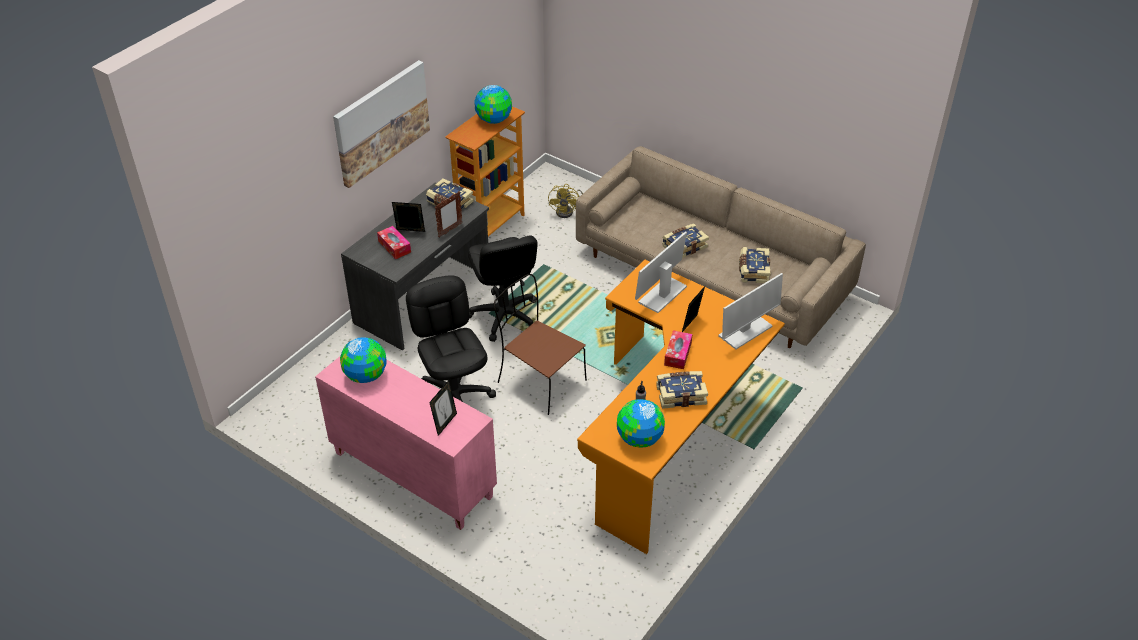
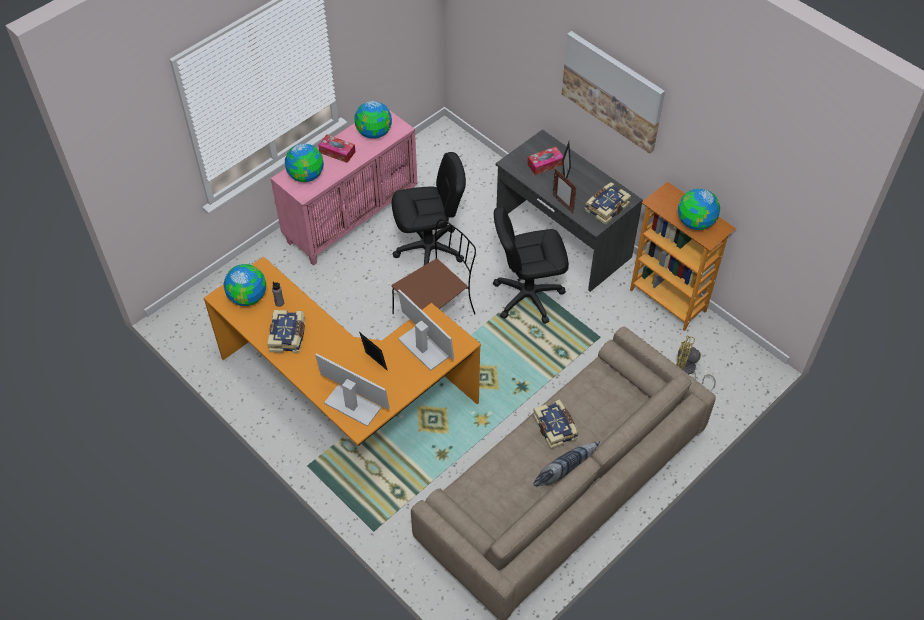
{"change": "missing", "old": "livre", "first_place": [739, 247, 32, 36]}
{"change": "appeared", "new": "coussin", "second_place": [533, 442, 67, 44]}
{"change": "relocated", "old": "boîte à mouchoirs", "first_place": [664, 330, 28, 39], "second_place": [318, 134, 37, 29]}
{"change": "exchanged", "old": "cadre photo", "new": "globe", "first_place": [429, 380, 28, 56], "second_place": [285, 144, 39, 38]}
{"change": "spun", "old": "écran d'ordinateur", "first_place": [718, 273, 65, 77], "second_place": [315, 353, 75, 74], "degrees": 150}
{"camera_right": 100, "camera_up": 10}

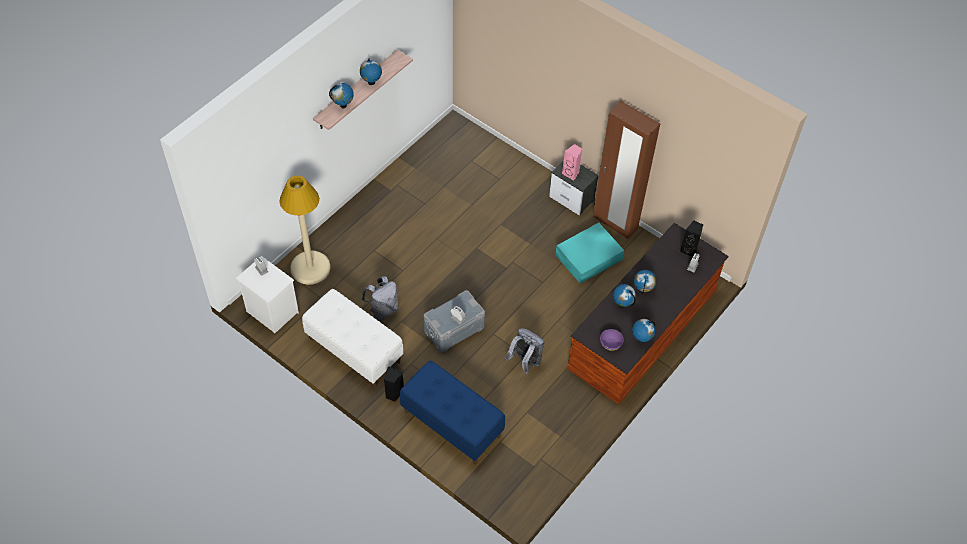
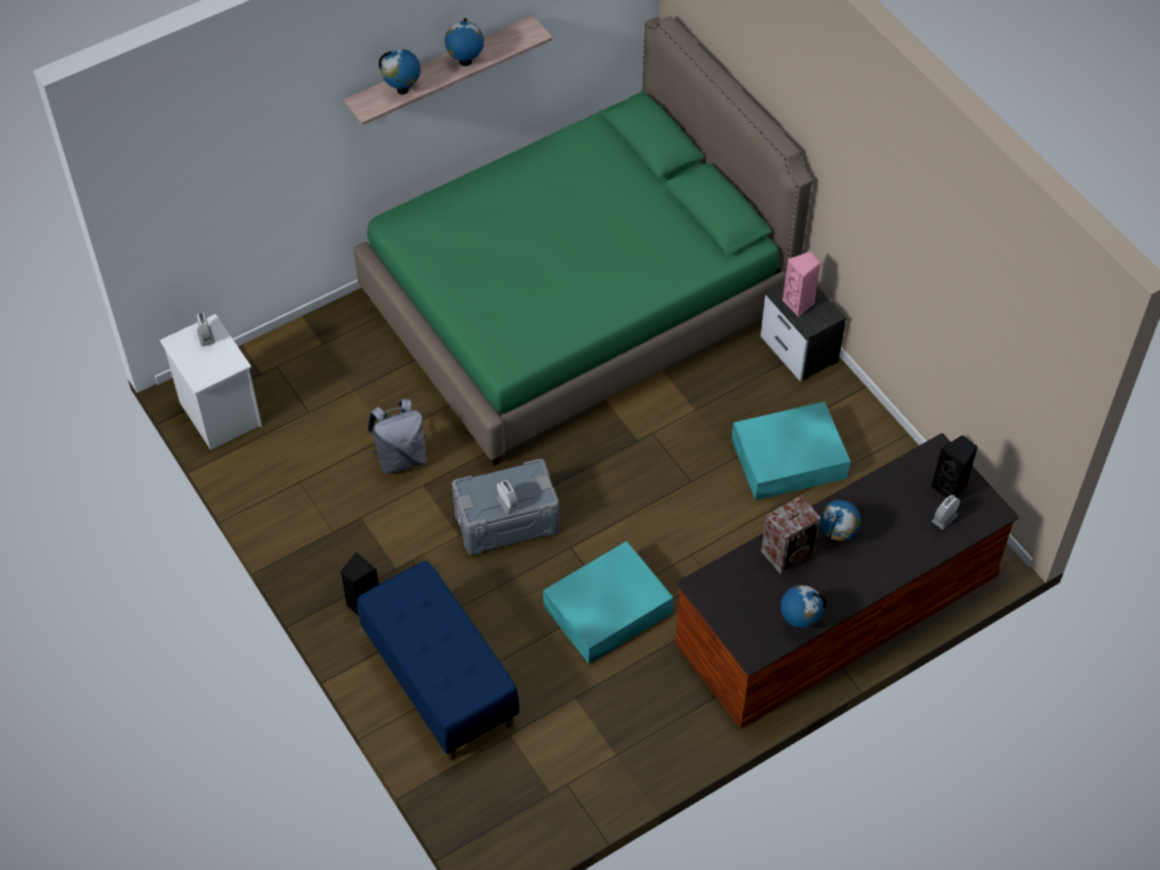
{"change": "missing", "old": "lampadaire [beige]", "first_place": [280, 176, 51, 109]}
{"change": "missing", "old": "banc [blanc]", "first_place": [302, 289, 101, 99]}
{"change": "missing", "old": "armoire [marron]", "first_place": [593, 101, 67, 138]}
{"change": "missing", "old": "bol [violet]", "first_place": [600, 329, 24, 22]}
{"change": "appeared", "new": "lit [vert]", "second_place": [354, 16, 458, 450]}
{"change": "exchanged", "old": "sac à dos [gris]", "new": "boîte de rangement [turquoise]", "first_place": [505, 328, 40, 47], "second_place": [543, 541, 130, 123]}
{"change": "exchanged", "old": "globe", "new": "enceinte", "first_place": [613, 284, 23, 24], "second_place": [761, 495, 60, 79]}
{"camera_right": 20, "camera_up": 0}

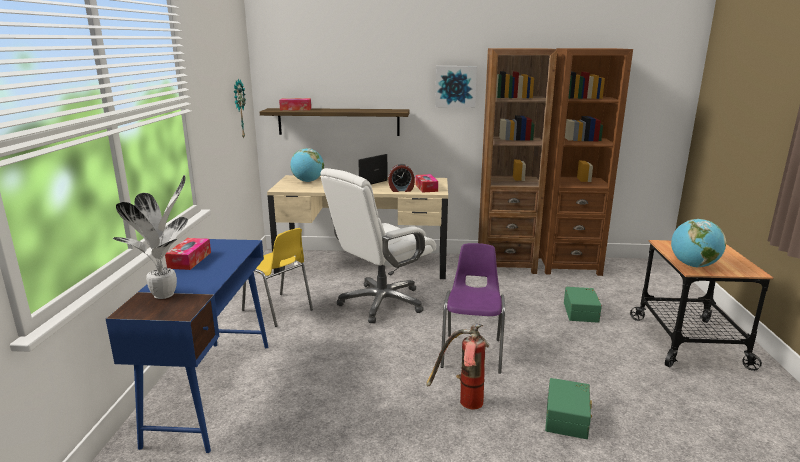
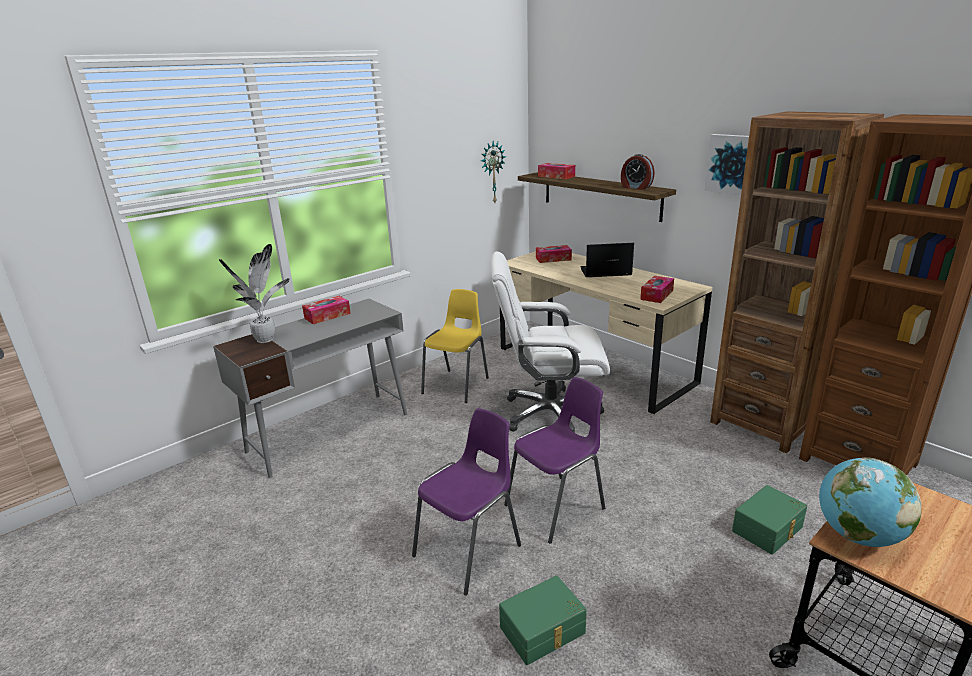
{"change": "relocated", "old": "réveil", "first_place": [388, 164, 27, 28], "second_place": [621, 154, 34, 36]}
{"change": "exchanged", "old": "globe", "new": "boîte à mouchoirs", "first_place": [290, 148, 34, 34], "second_place": [536, 245, 36, 18]}
{"change": "exchanged", "old": "extincteur", "new": "chaise [violet]", "first_place": [426, 324, 63, 86], "second_place": [412, 408, 109, 188]}
{"change": "colour", "old": "bureau [bleu]", "new": "bureau [gris]", "first_place": [106, 239, 162, 214], "second_place": [213, 299, 194, 179]}
{"change": "spun", "old": "chaise [jaune]", "first_place": [242, 228, 71, 99], "second_place": [421, 289, 68, 114], "degrees": -150}
{"camera_right": 45, "camera_up": 5}

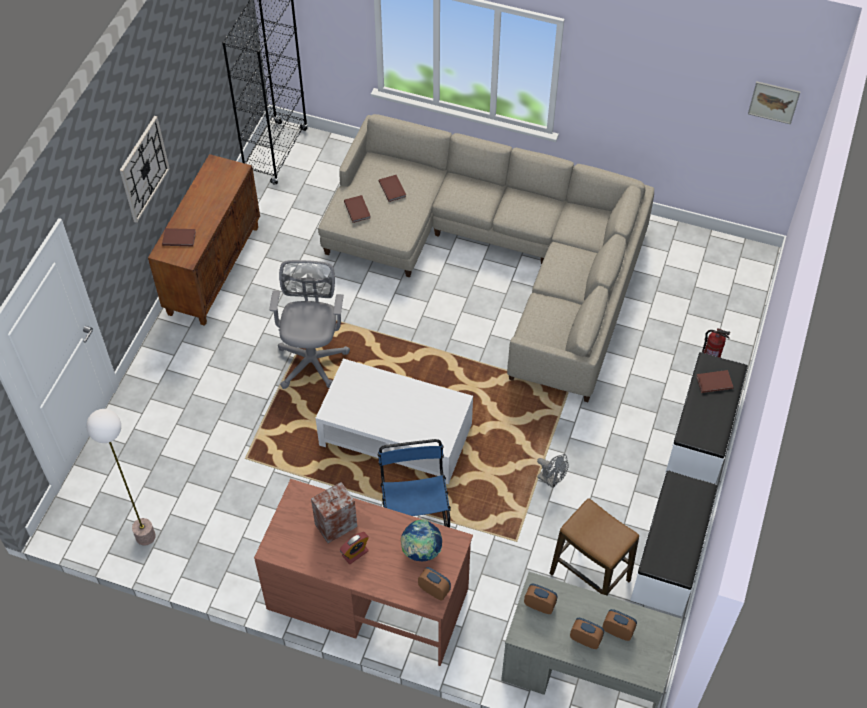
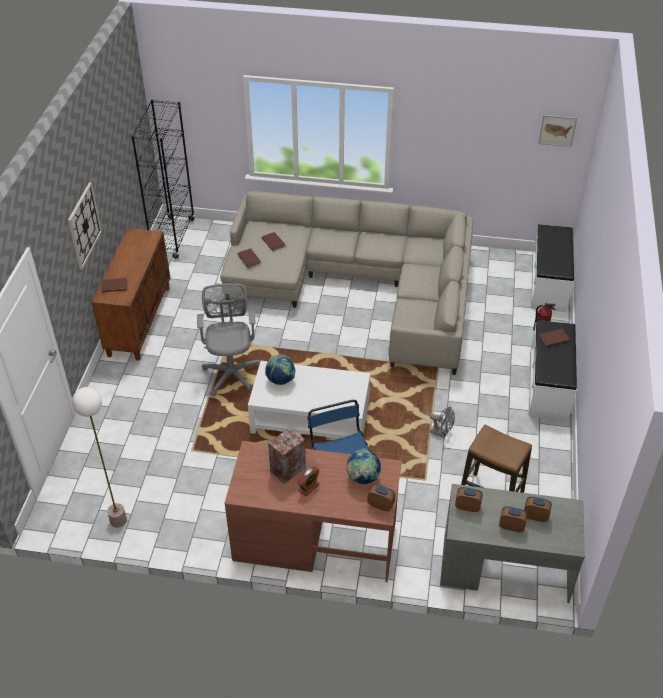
{"change": "appeared", "new": "globe", "second_place": [265, 355, 30, 30]}
{"change": "relocated", "old": "banc [blanc]", "first_place": [630, 470, 88, 146], "second_place": [531, 224, 43, 88]}
{"camera_right": -10, "camera_up": -10}

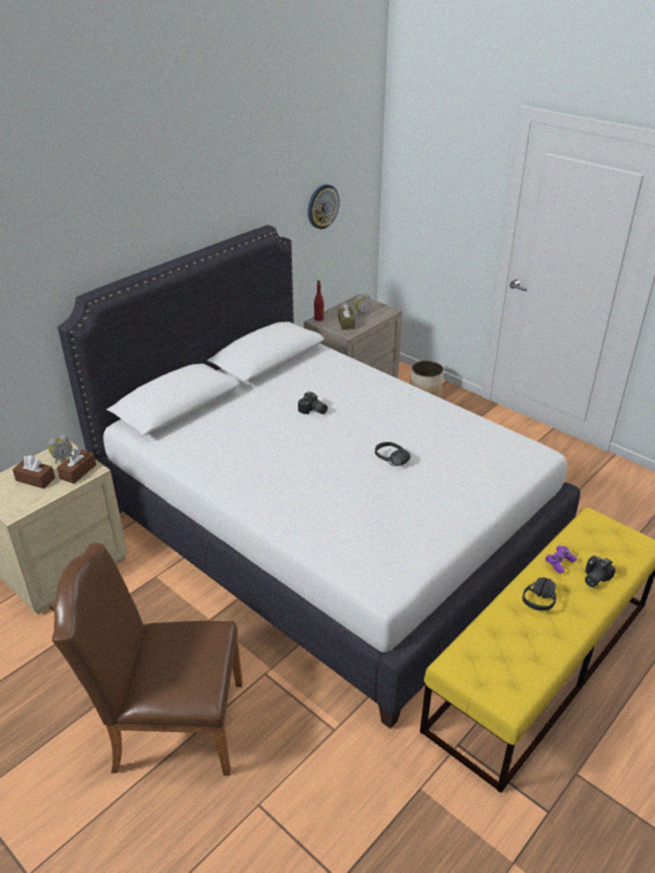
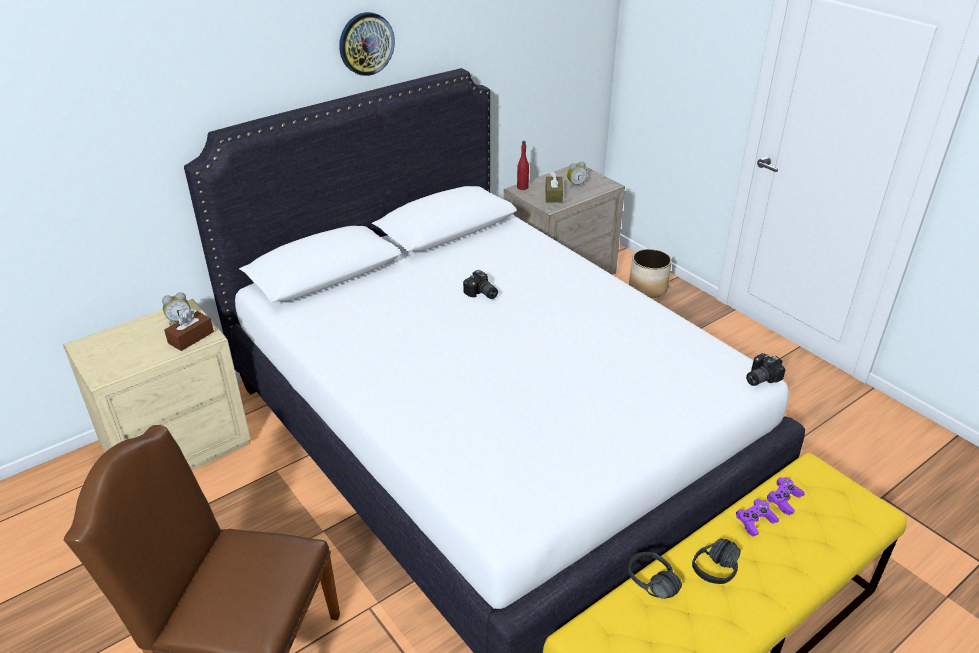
{"change": "missing", "old": "boîte à mouchoirs [marron]", "first_place": [12, 455, 43, 34]}
{"change": "appeared", "new": "manette [violet]", "second_place": [767, 477, 38, 38]}
{"change": "relocated", "old": "horloge murale", "first_place": [308, 184, 32, 45], "second_place": [339, 12, 56, 64]}
{"change": "relocated", "old": "casque audio [noir]", "first_place": [375, 442, 35, 24], "second_place": [628, 552, 54, 47]}
{"change": "relocated", "old": "appareil photo", "first_place": [585, 556, 31, 31], "second_place": [746, 353, 39, 33]}
{"camera_right": 10, "camera_up": 0}

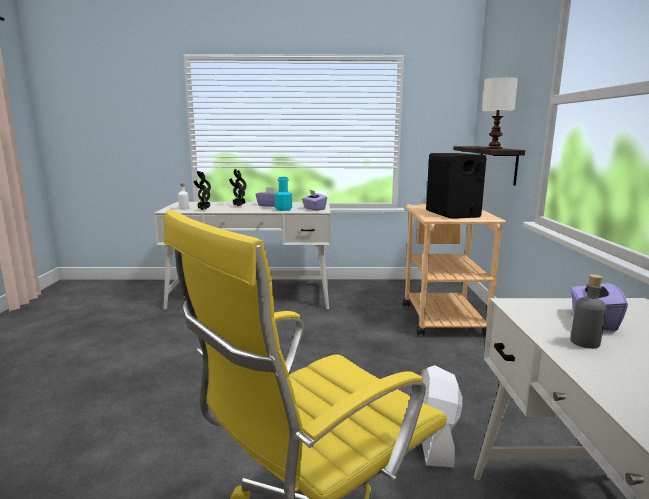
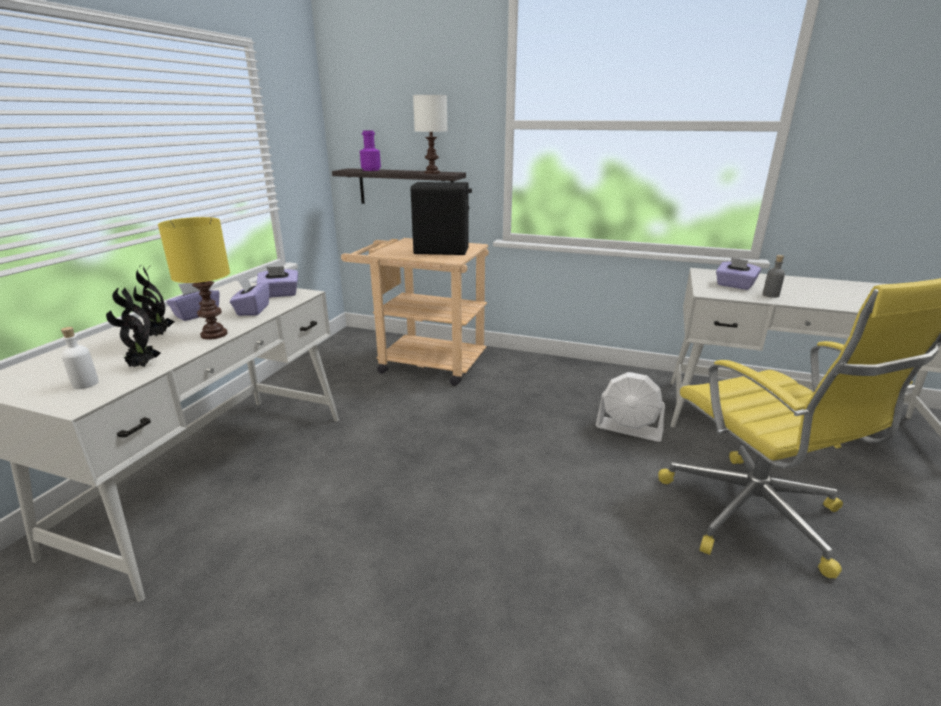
{"change": "appeared", "new": "lampe de table [jaune]", "second_place": [158, 217, 72, 123]}
{"change": "appeared", "new": "bouteille [violet]", "second_place": [360, 130, 21, 41]}
{"change": "exchanged", "old": "bouteille [turquoise]", "new": "boîte à mouchoirs [violet]", "first_place": [275, 177, 17, 34], "second_place": [230, 277, 39, 39]}
{"camera_right": -70, "camera_up": 10}

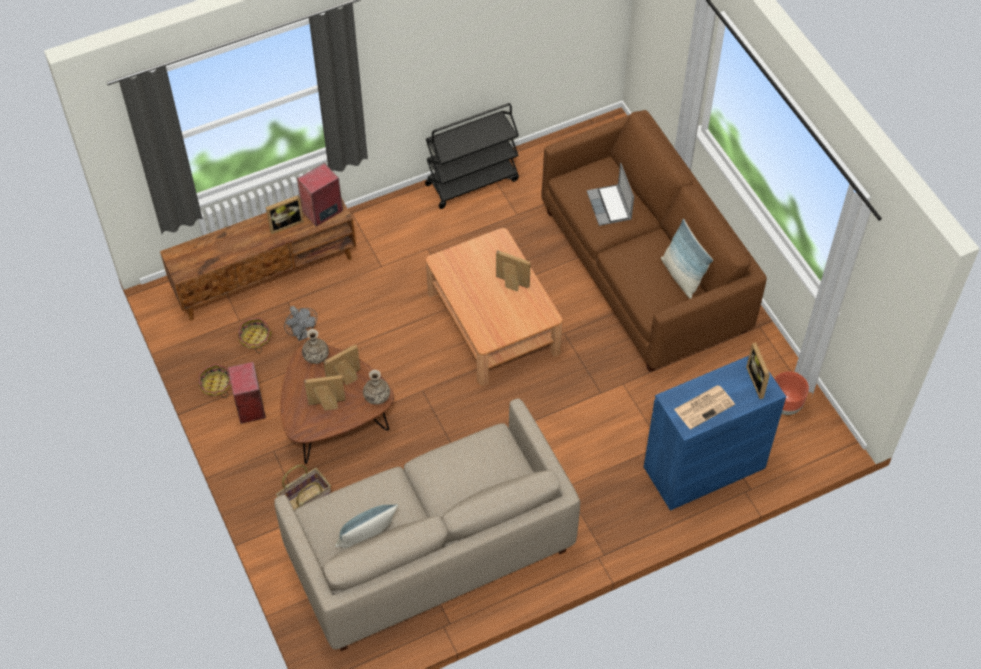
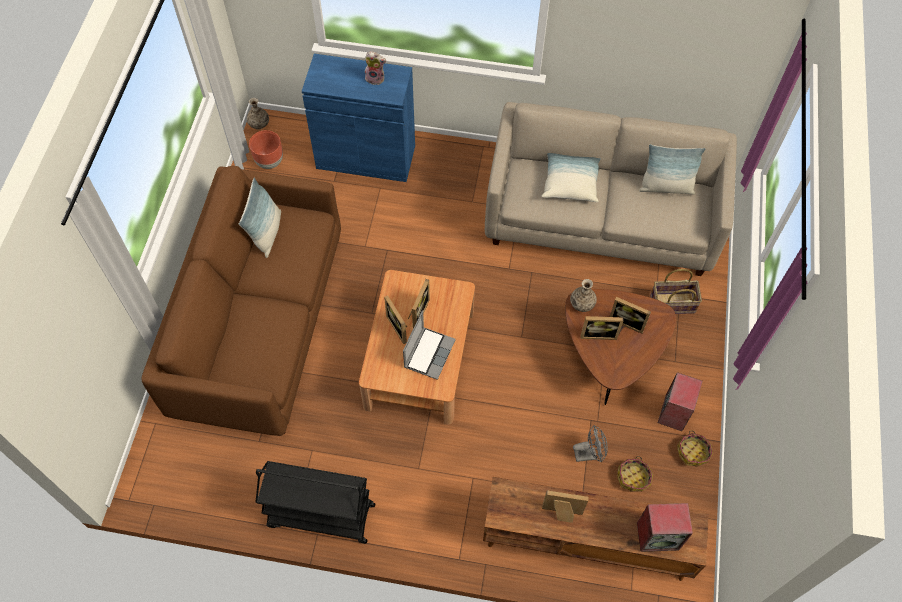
{"change": "appeared", "new": "coussin", "second_place": [542, 153, 59, 49]}
{"change": "relocated", "old": "enceinte", "first_place": [297, 163, 46, 64], "second_place": [637, 503, 56, 49]}
{"change": "relocated", "old": "vase", "first_place": [302, 329, 27, 35], "second_place": [247, 98, 22, 32]}
{"change": "relocated", "old": "ordinateur portable", "first_place": [587, 163, 47, 63], "second_place": [403, 310, 53, 70]}
{"change": "relocated", "old": "cadre photo", "first_place": [746, 342, 24, 57], "second_place": [408, 279, 22, 49]}
{"change": "exchanged", "old": "journal", "new": "peluche", "first_place": [674, 385, 61, 44], "second_place": [365, 51, 21, 34]}
{"change": "spun", "old": "ventilateur [gris]", "first_place": [284, 306, 33, 35], "second_place": [573, 425, 35, 38], "degrees": 75}
{"camera_right": -145, "camera_up": 5}

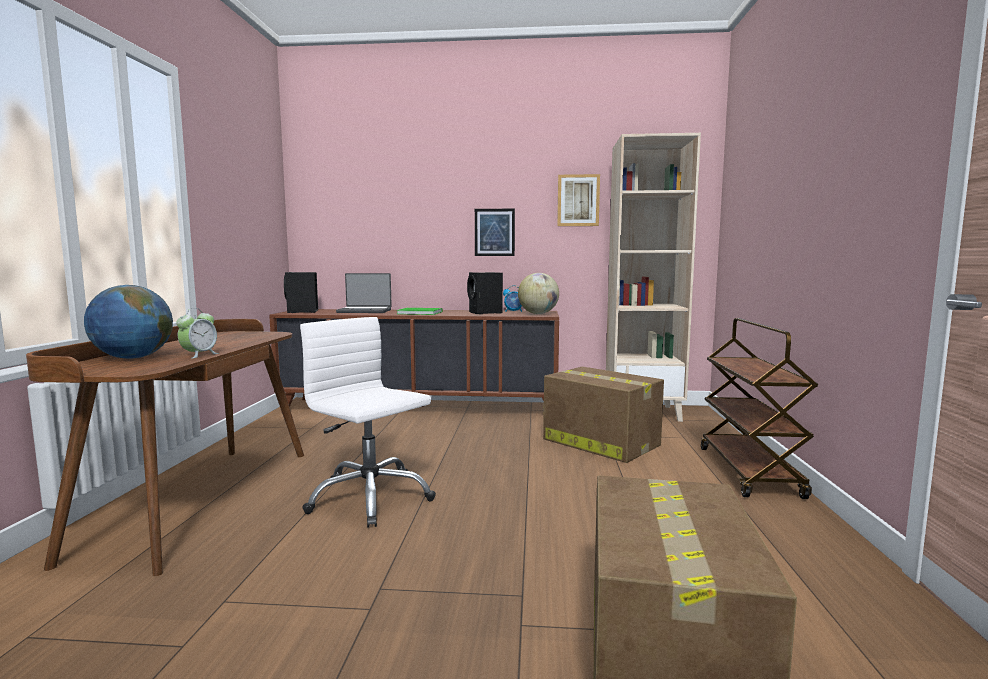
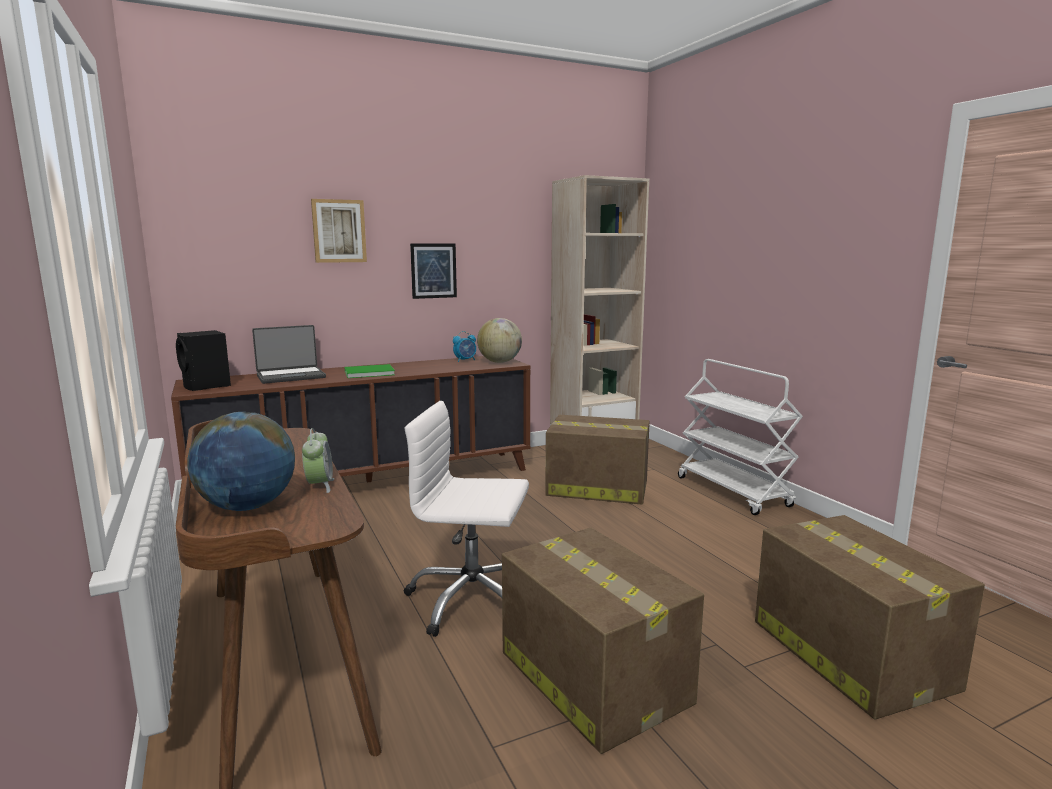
{"change": "missing", "old": "enceinte [noir]", "first_place": [467, 272, 36, 42]}
{"change": "appeared", "new": "carton", "second_place": [502, 528, 202, 226]}
{"change": "relocated", "old": "tableau", "first_place": [557, 174, 43, 52], "second_place": [311, 199, 56, 64]}
{"change": "colour", "old": "chariot [marron]", "new": "chariot [blanc]", "first_place": [701, 318, 117, 181], "second_place": [678, 359, 125, 156]}
{"camera_right": -30, "camera_up": 5}

